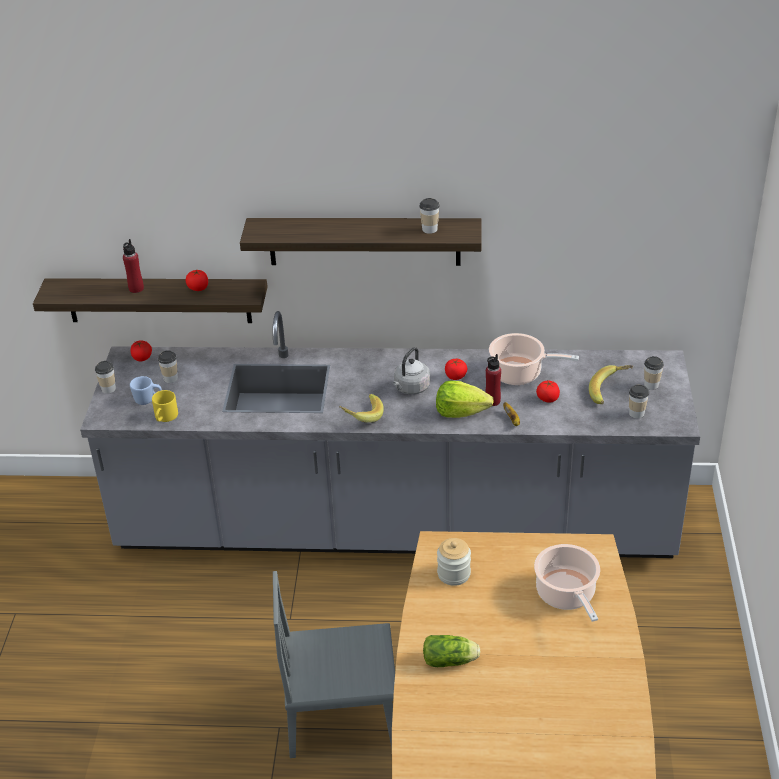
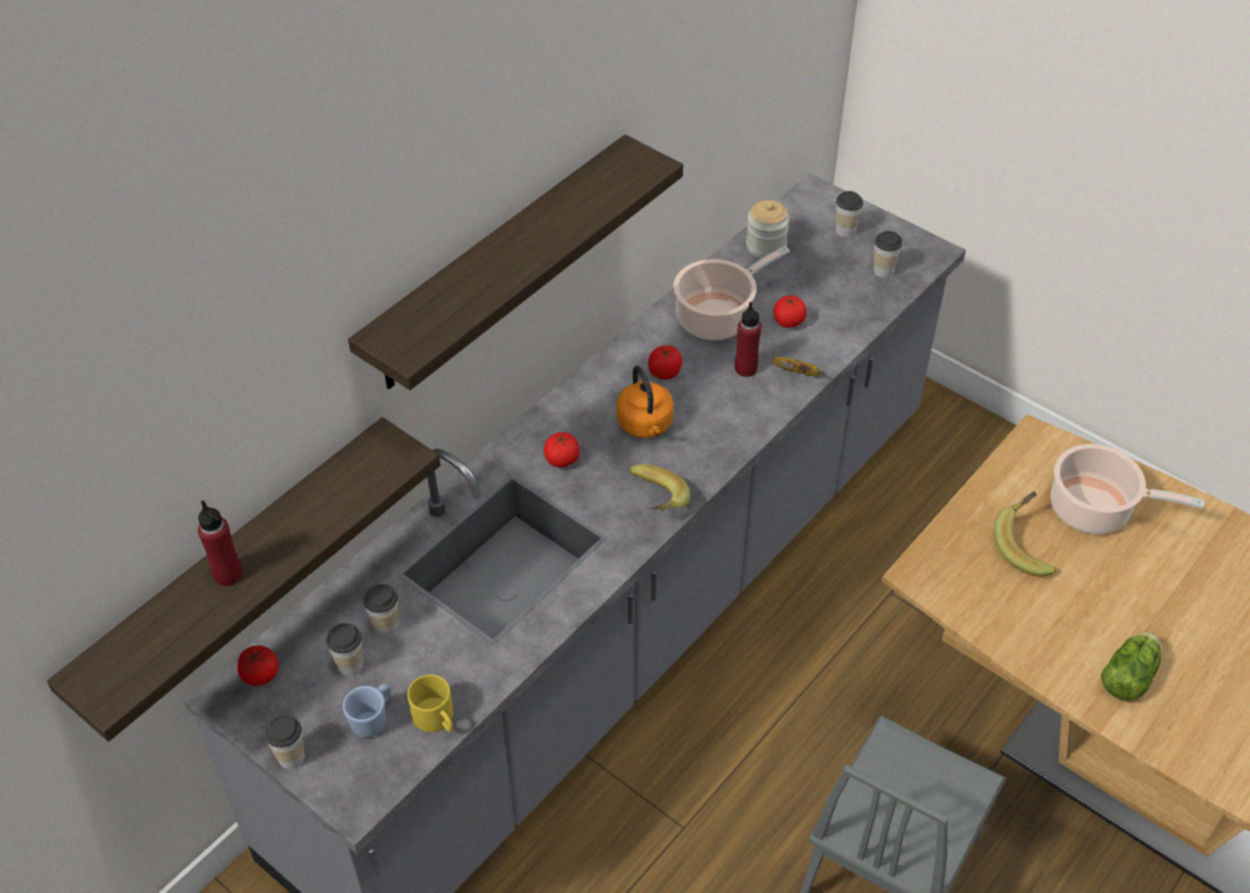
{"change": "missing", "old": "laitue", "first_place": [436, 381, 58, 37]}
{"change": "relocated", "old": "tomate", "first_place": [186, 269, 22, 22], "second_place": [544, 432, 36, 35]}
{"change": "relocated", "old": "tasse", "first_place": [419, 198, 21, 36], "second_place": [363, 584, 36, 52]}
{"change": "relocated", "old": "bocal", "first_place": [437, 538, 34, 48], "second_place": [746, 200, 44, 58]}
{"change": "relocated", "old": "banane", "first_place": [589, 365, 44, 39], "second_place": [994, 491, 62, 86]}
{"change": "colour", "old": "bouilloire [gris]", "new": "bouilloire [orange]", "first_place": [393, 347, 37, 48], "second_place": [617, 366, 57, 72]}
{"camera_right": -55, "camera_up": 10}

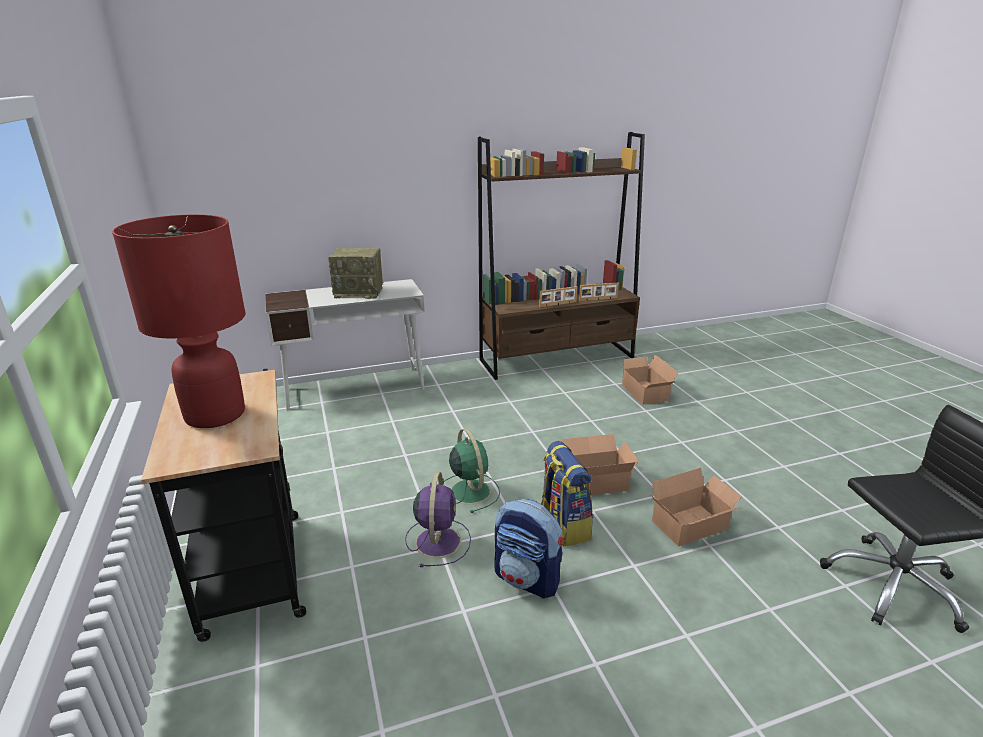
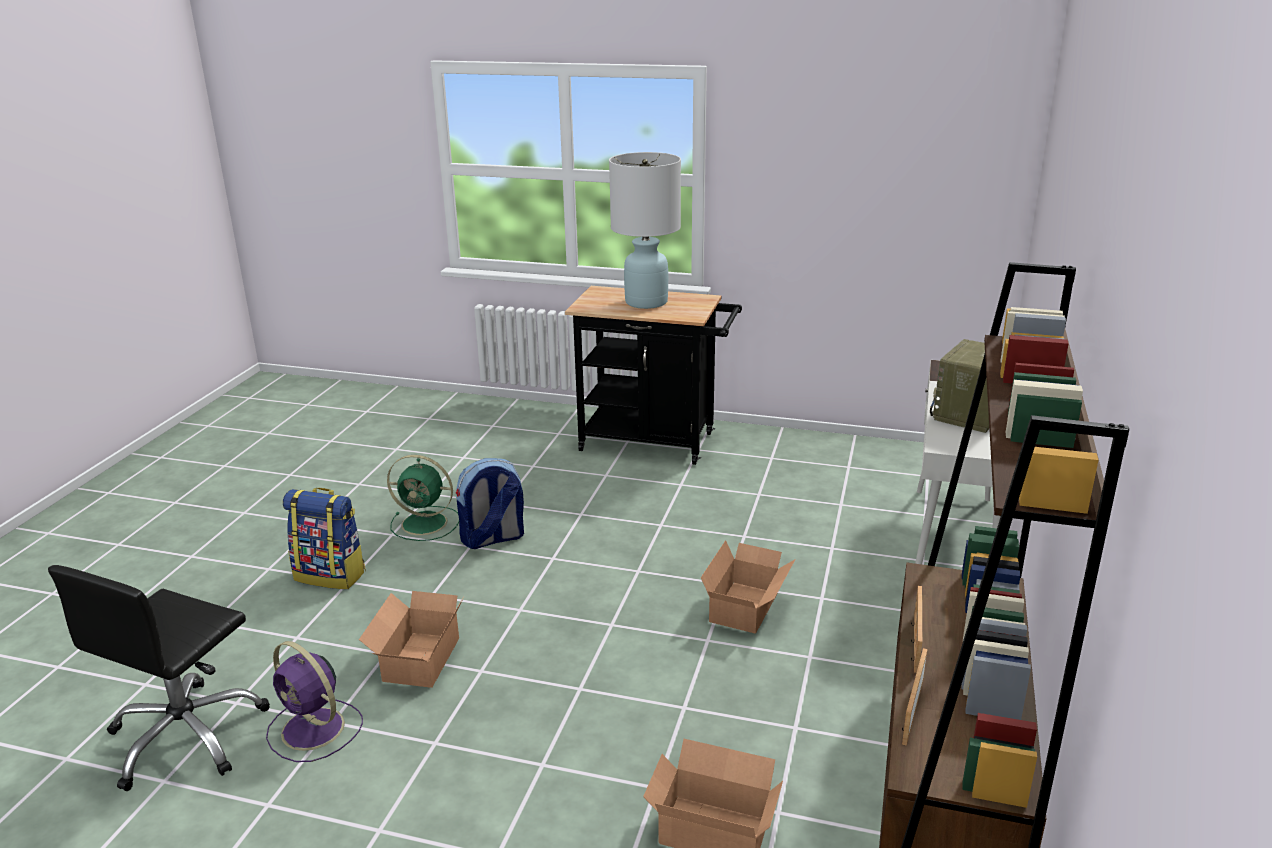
{"change": "relocated", "old": "ventilateur [violet]", "first_place": [405, 472, 66, 95], "second_place": [266, 641, 97, 121]}
{"change": "relocated", "old": "ventilateur [vert]", "first_place": [443, 428, 57, 85], "second_place": [387, 455, 72, 86]}
{"change": "relocated", "old": "sac à dos", "first_place": [541, 441, 52, 106], "second_place": [283, 488, 83, 101]}
{"change": "relocated", "old": "carton", "first_place": [561, 434, 78, 61], "second_place": [701, 540, 94, 94]}
{"change": "colour", "old": "lampe de table [rouge]", "new": "lampe de table [blanc]", "first_place": [112, 214, 133, 214], "second_place": [609, 152, 72, 157]}
{"camera_right": 125, "camera_up": 0}

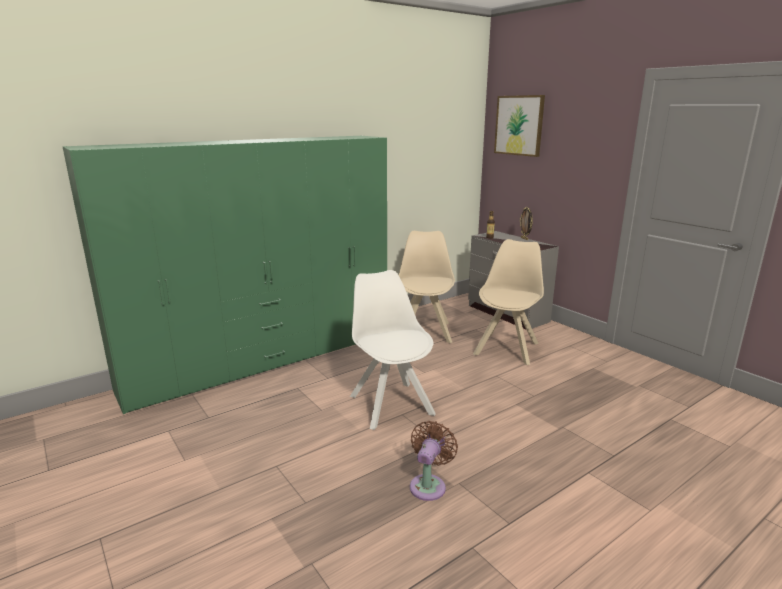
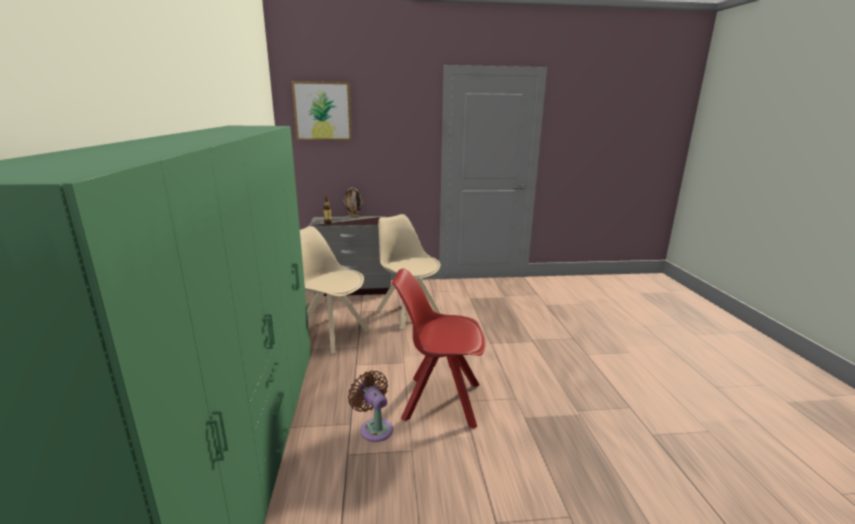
{"change": "relocated", "old": "ventilateur [marron]", "first_place": [410, 421, 48, 80], "second_place": [348, 370, 45, 72]}
{"change": "colour", "old": "chaise [blanc]", "new": "chaise [rouge]", "first_place": [350, 270, 86, 160], "second_place": [392, 268, 94, 161]}
{"camera_right": -60, "camera_up": 0}

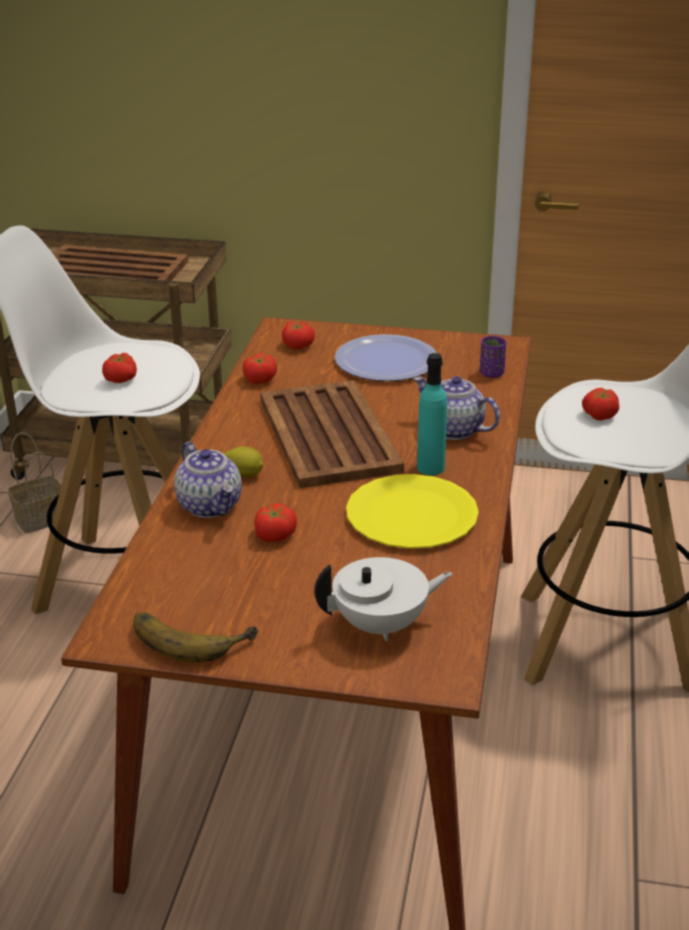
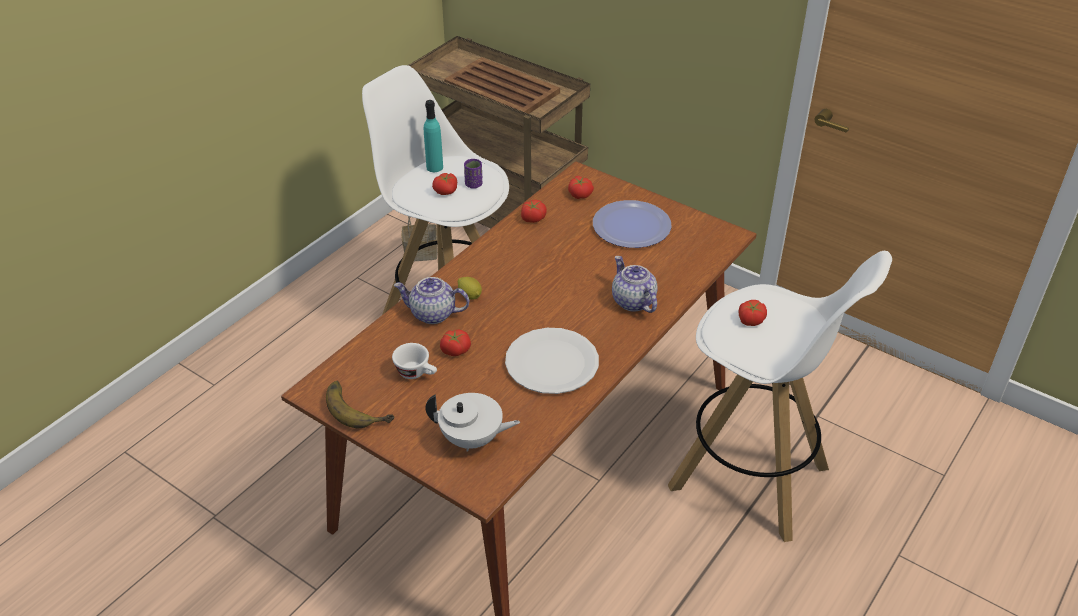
{"change": "missing", "old": "plateau [marron]", "first_place": [260, 380, 144, 108]}
{"change": "appeared", "new": "tasse [blanc]", "second_place": [392, 343, 45, 36]}
{"change": "relocated", "old": "bouteille [turquoise]", "first_place": [417, 353, 30, 122], "second_place": [424, 100, 19, 72]}
{"change": "relocated", "old": "tasse [violet]", "first_place": [480, 336, 27, 42], "second_place": [464, 159, 18, 30]}
{"change": "colour", "old": "assiette [jaune]", "new": "assiette [blanc]", "first_place": [346, 474, 133, 75], "second_place": [505, 328, 94, 66]}
{"change": "spun", "old": "théière", "first_place": [174, 442, 68, 76], "second_place": [394, 277, 75, 47], "degrees": 105}
{"camera_right": 25, "camera_up": 10}

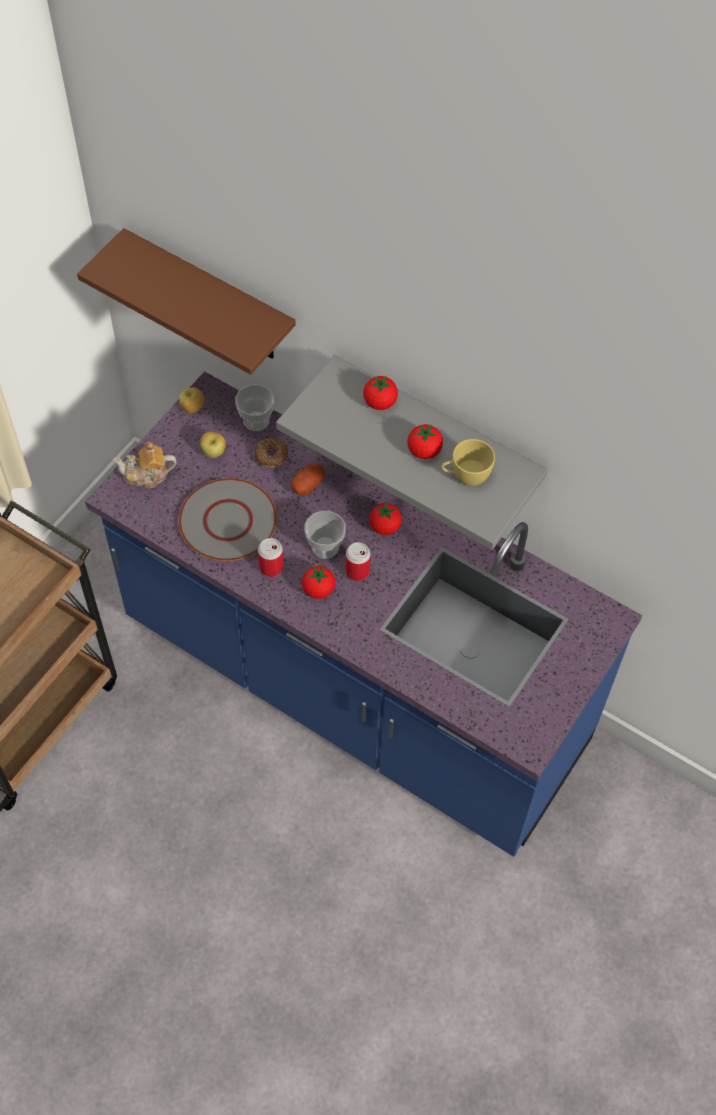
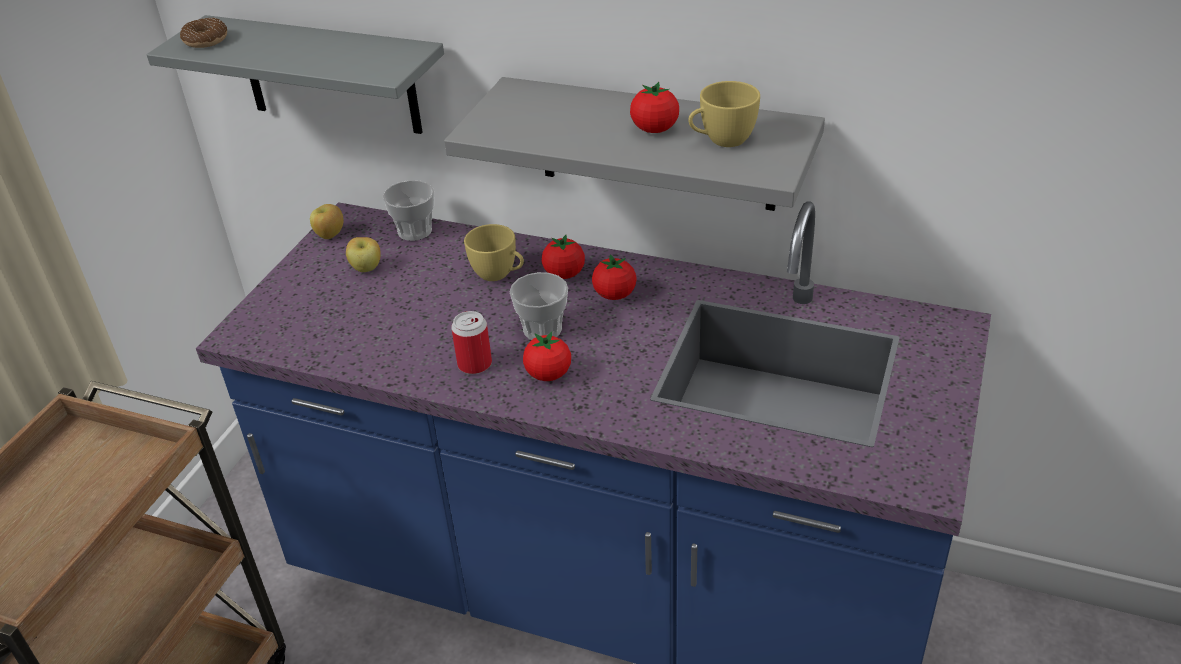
{"change": "missing", "old": "théière", "first_place": [113, 442, 64, 46]}
{"change": "missing", "old": "assiette [gris]", "first_place": [179, 478, 98, 83]}
{"change": "missing", "old": "boîte métallique", "first_place": [346, 542, 24, 39]}
{"change": "relocated", "old": "beignet", "first_place": [254, 438, 34, 29], "second_place": [180, 18, 47, 30]}
{"change": "relocated", "old": "tomate", "first_place": [363, 376, 35, 34], "second_place": [542, 235, 43, 44]}
{"change": "exchanged", "old": "pomme de terre", "new": "tasse [jaune]", "first_place": [291, 463, 34, 33], "second_place": [464, 224, 60, 57]}
{"change": "colour", "old": "étagère [marron]", "new": "étagère [gris]", "first_place": [77, 228, 219, 147], "second_place": [147, 15, 297, 119]}
{"camera_right": -10, "camera_up": -20}

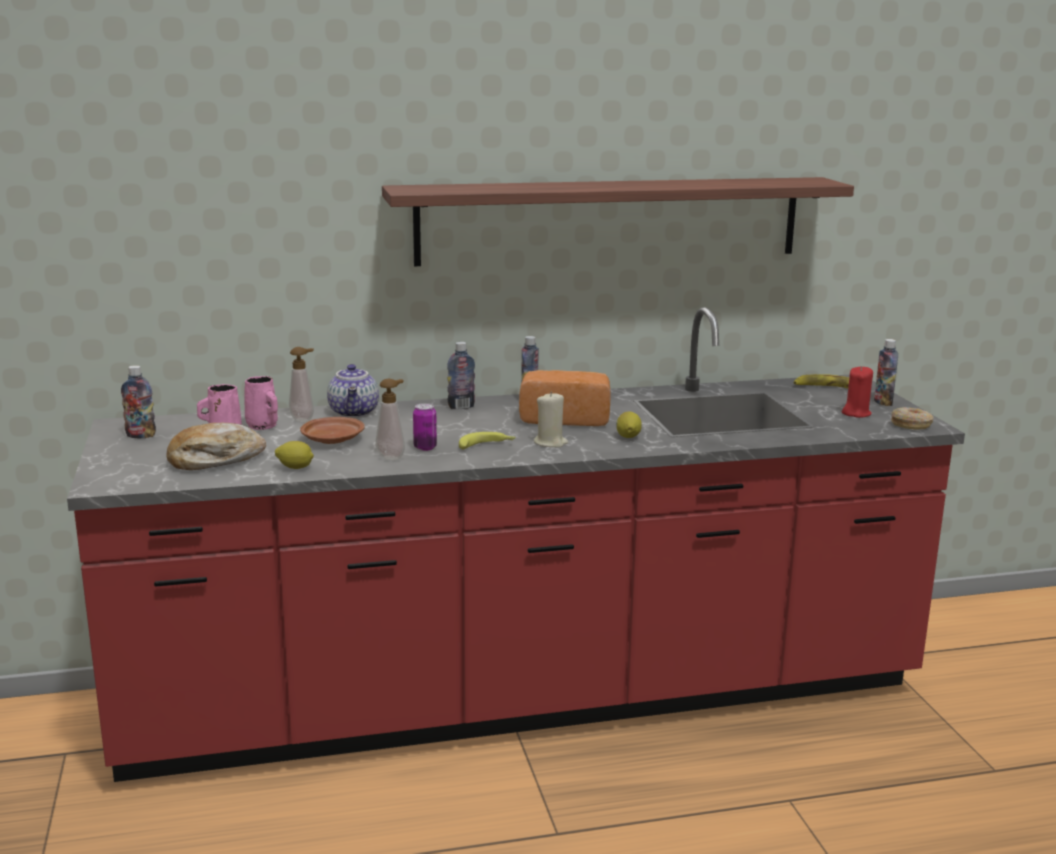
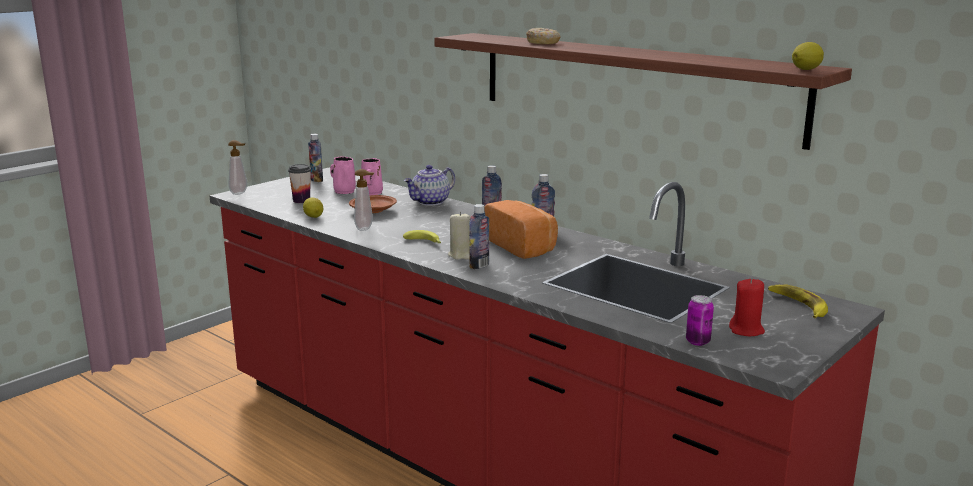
{"change": "relocated", "old": "distributeur de savon", "first_place": [289, 347, 25, 75], "second_place": [228, 140, 19, 55]}
{"change": "relocated", "old": "boîte métallique", "first_place": [413, 403, 24, 48], "second_place": [686, 295, 28, 51]}
{"change": "relocated", "old": "citron", "first_place": [616, 411, 26, 27], "second_place": [792, 42, 32, 28]}
{"change": "relocated", "old": "bouteille", "first_place": [874, 339, 24, 67], "second_place": [469, 204, 20, 65]}
{"change": "relocated", "old": "beignet", "first_place": [891, 407, 43, 22], "second_place": [526, 28, 35, 16]}
{"change": "exchanged", "old": "pain", "new": "tasse", "first_place": [166, 423, 100, 47], "second_place": [288, 164, 23, 39]}
{"camera_right": 55, "camera_up": 0}

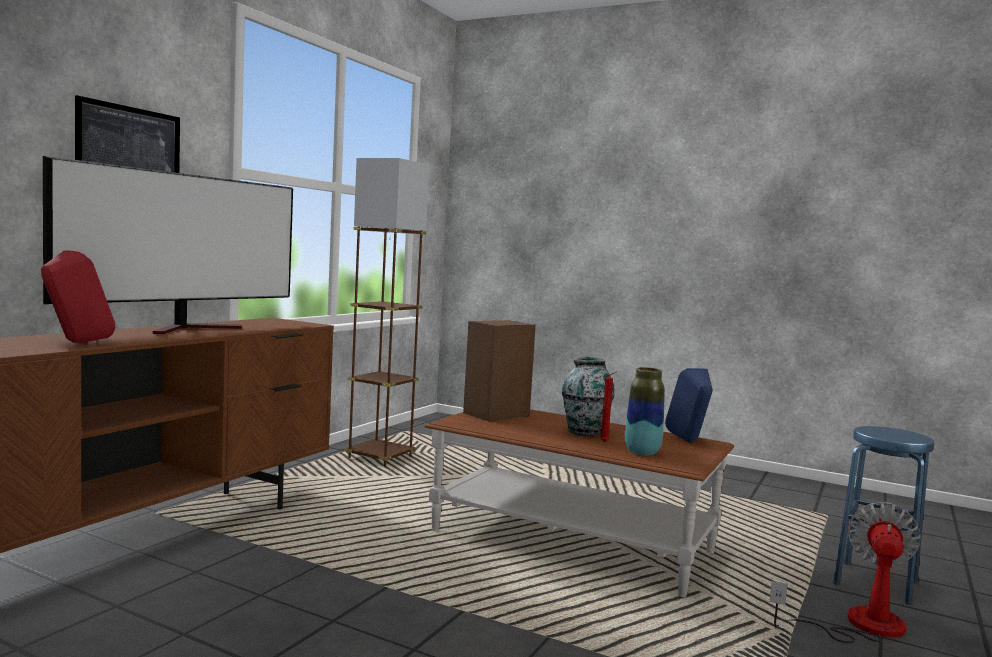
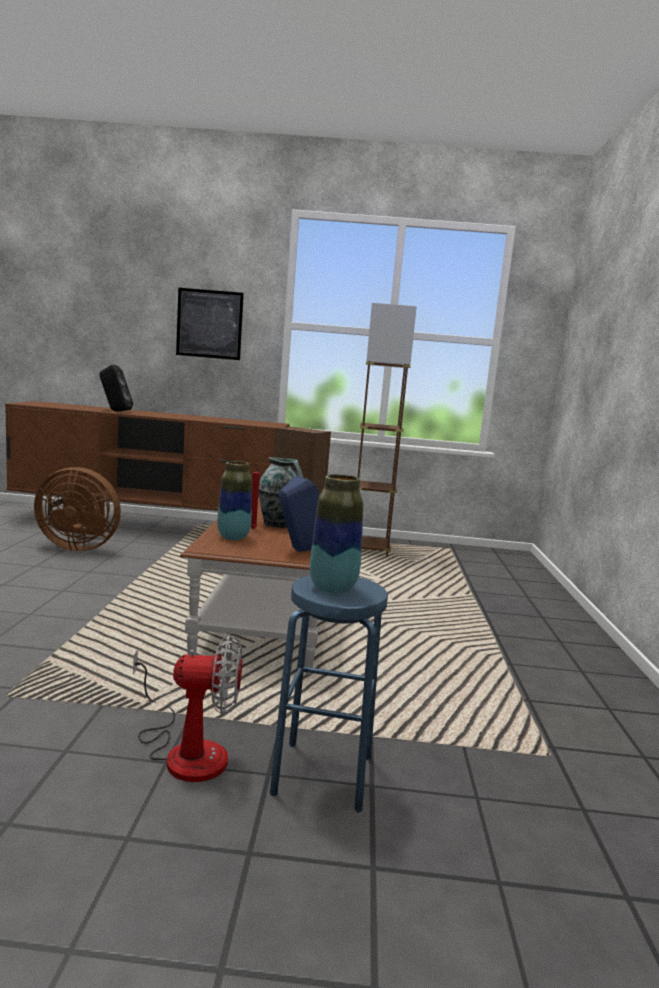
{"change": "missing", "old": "téléviseur", "first_place": [43, 156, 250, 178]}
{"change": "appeared", "new": "ventilateur [marron]", "second_place": [34, 467, 87, 84]}
{"change": "appeared", "new": "vase", "second_place": [310, 474, 53, 120]}
{"change": "colour", "old": "enceinte [rouge]", "new": "enceinte [noir]", "first_place": [41, 250, 75, 93], "second_place": [100, 365, 33, 46]}
{"camera_right": 65, "camera_up": 5}

